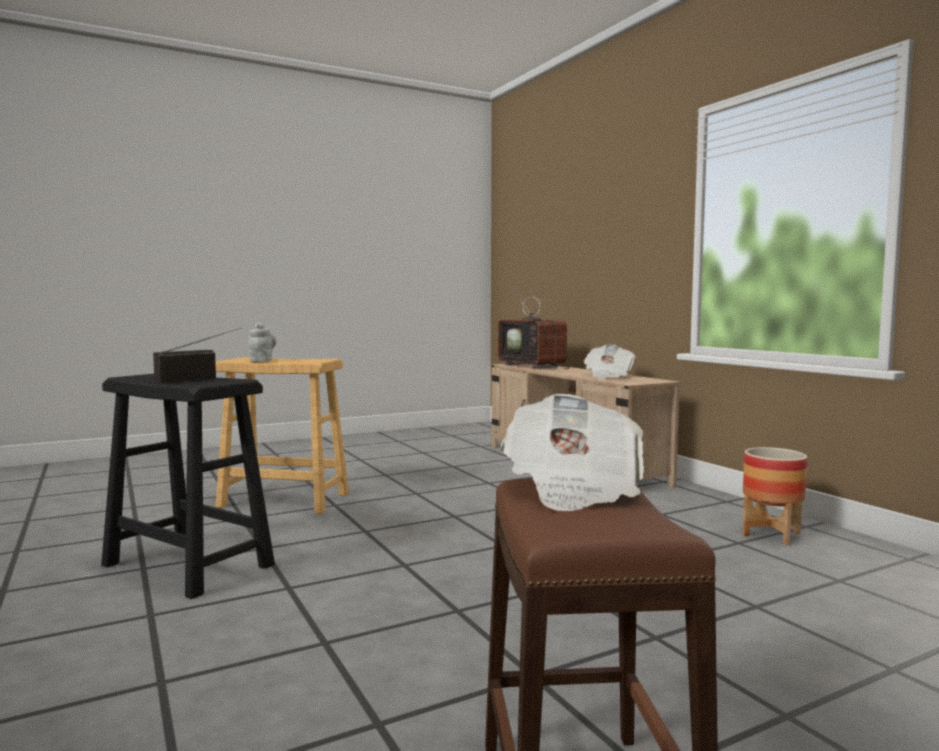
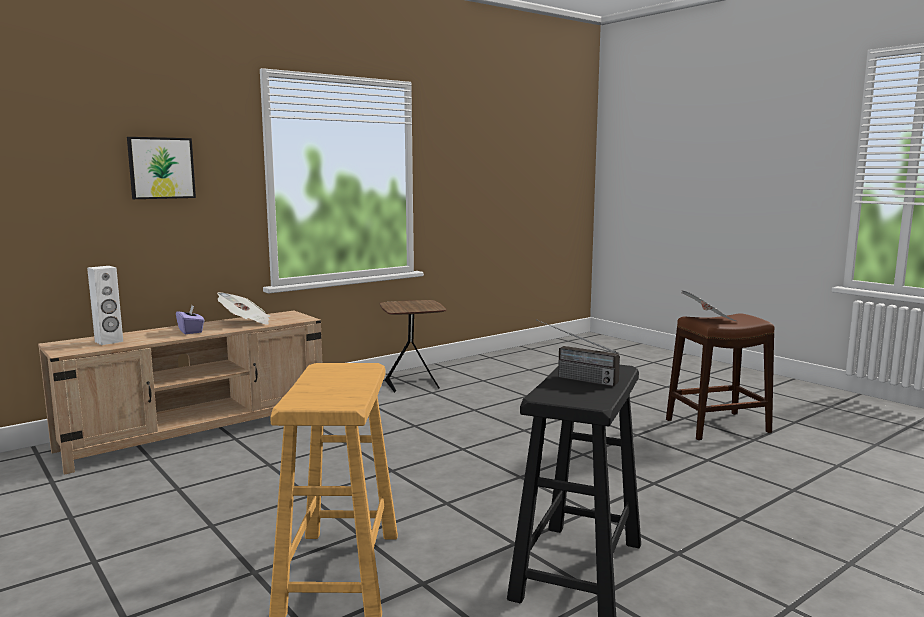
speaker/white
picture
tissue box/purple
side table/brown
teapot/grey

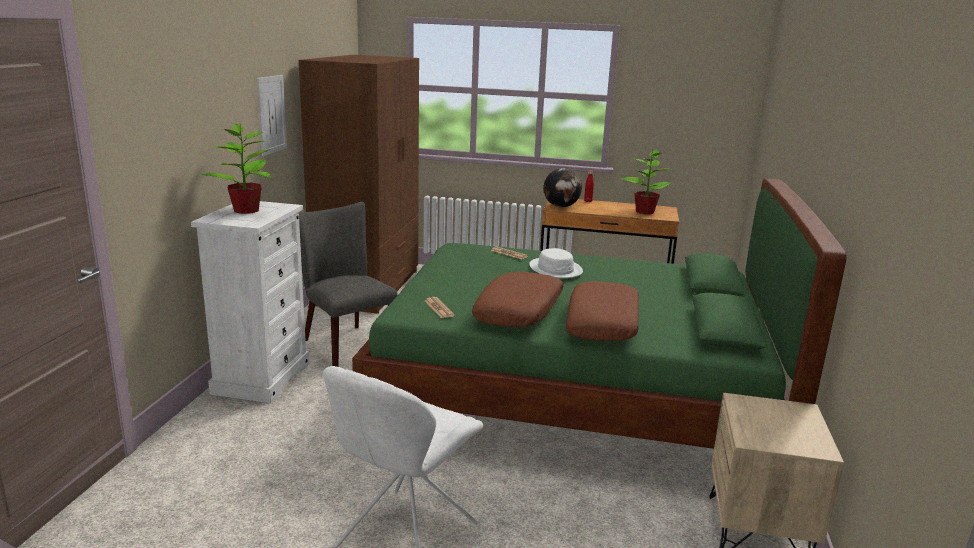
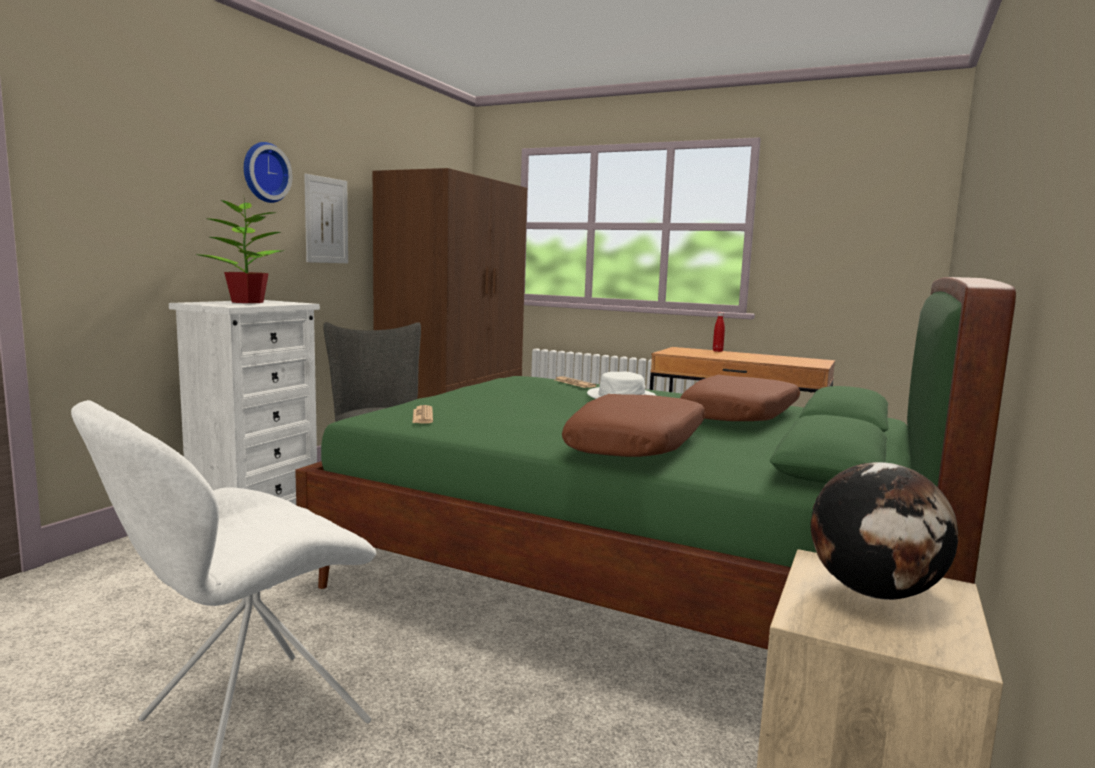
wall clock
pillow/brown (no. 2 from left)
globe
potted plant (no. 2 from left in the first image)

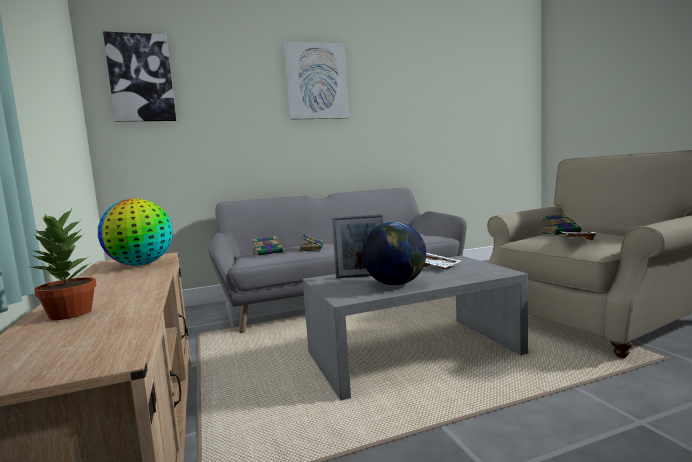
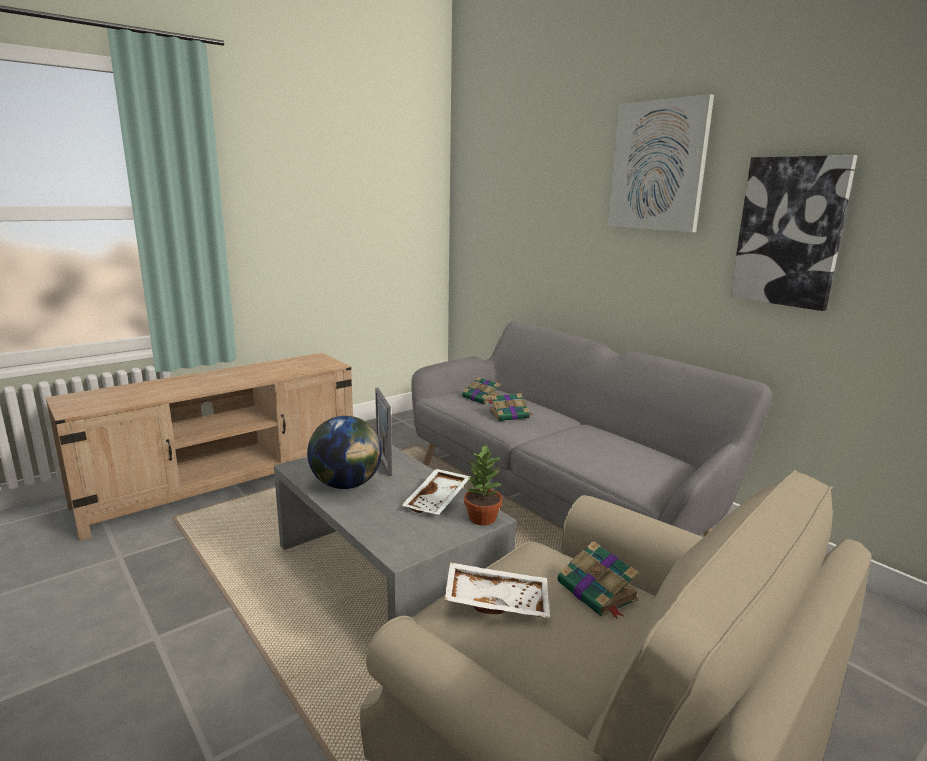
potted plant
picture (no. 2 from left)
globe (no. 1 from left in the first image)

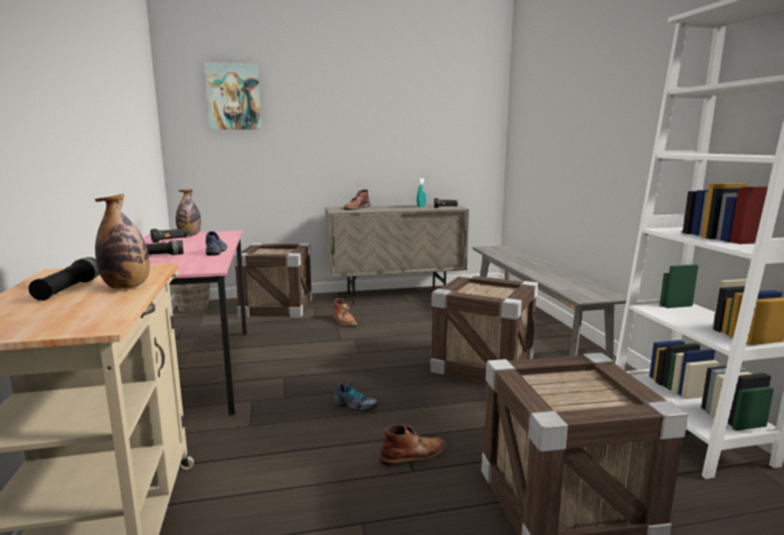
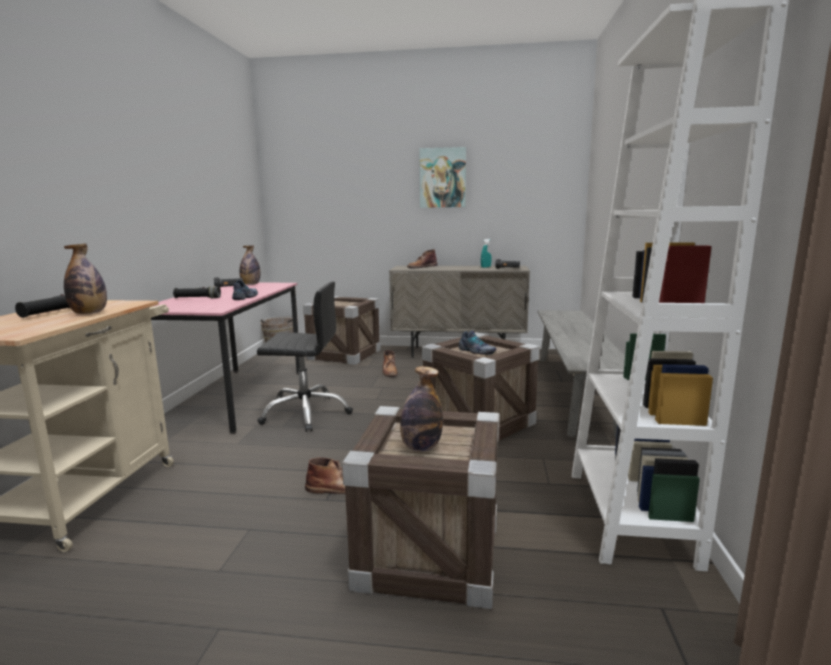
office chair/black
bottle (no. 3 from left)
picture
shoe (no. 2 from left)

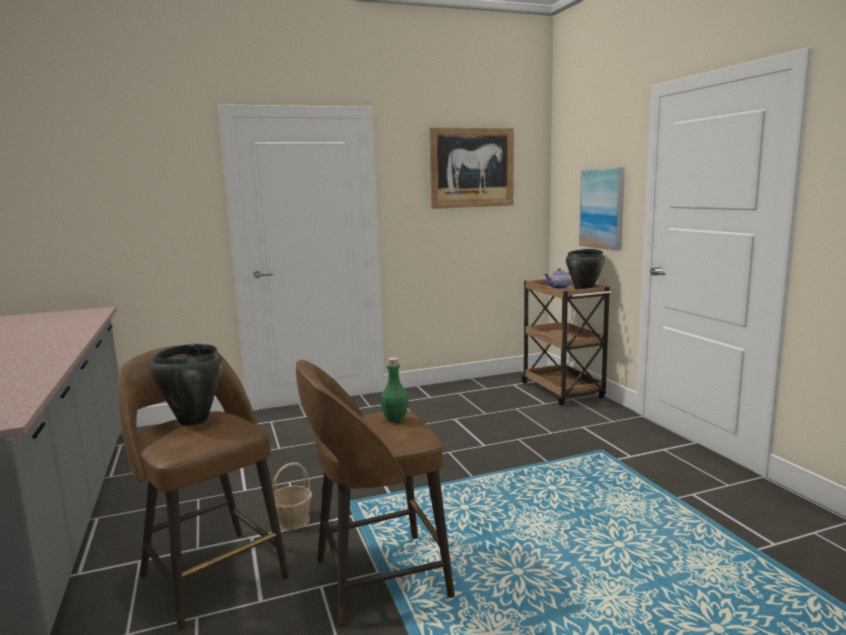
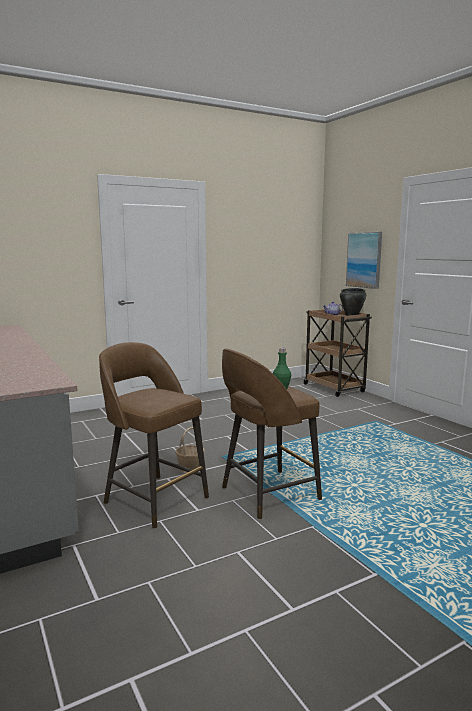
cooking pot/black (no. 1 from left in the first image)
picture (no. 1 from left in the first image)

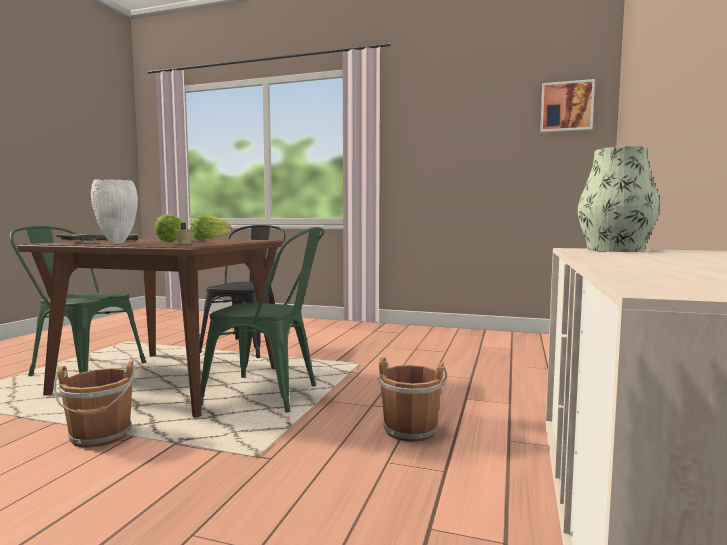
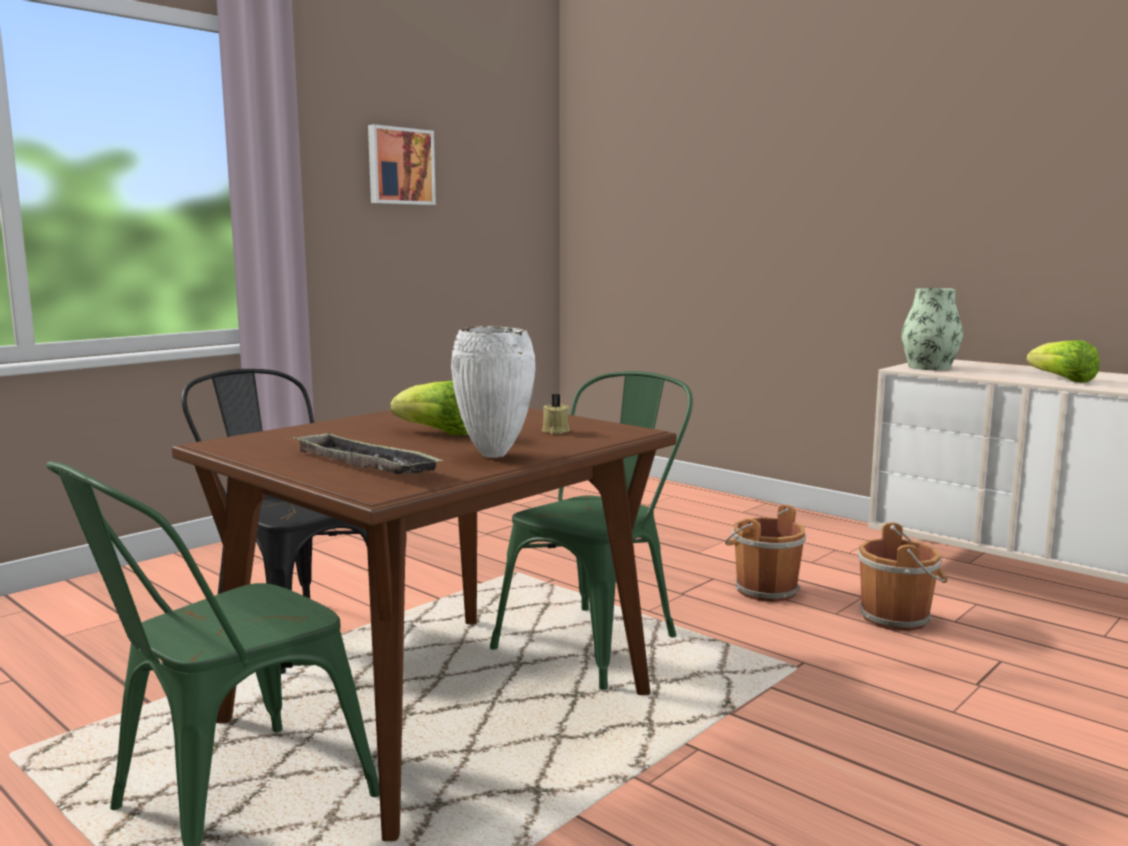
picture
bucket/brown (no. 2 from left)
lettuce (no. 2 from left)

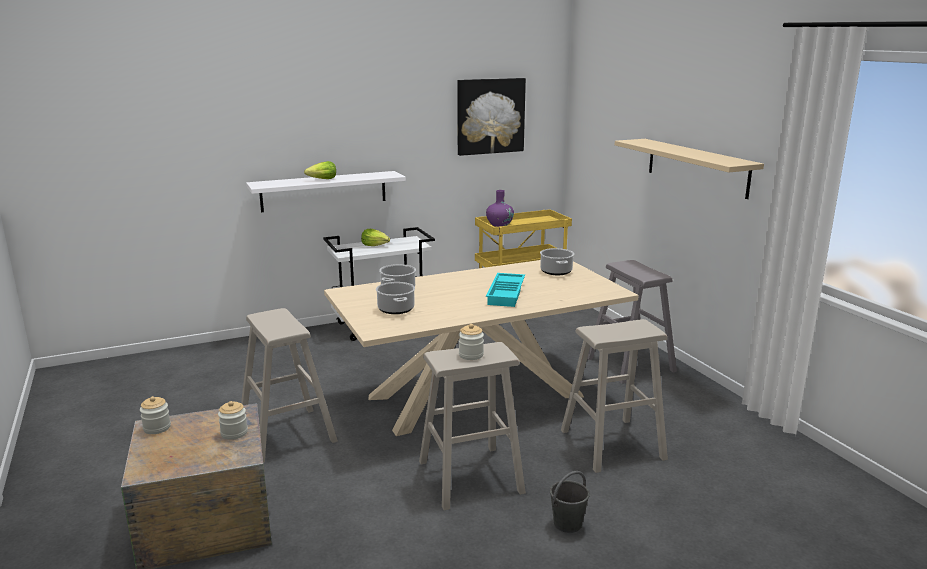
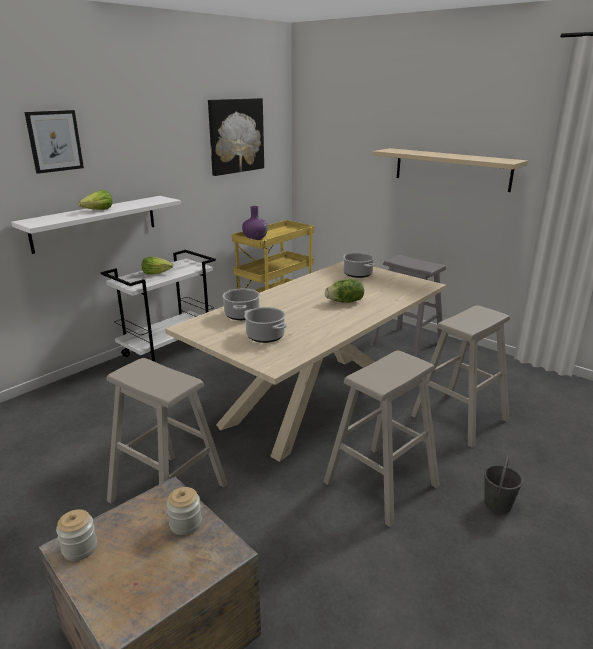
picture (no. 1 from left)
lettuce (no. 3 from left)
jar (no. 3 from left in the first image)

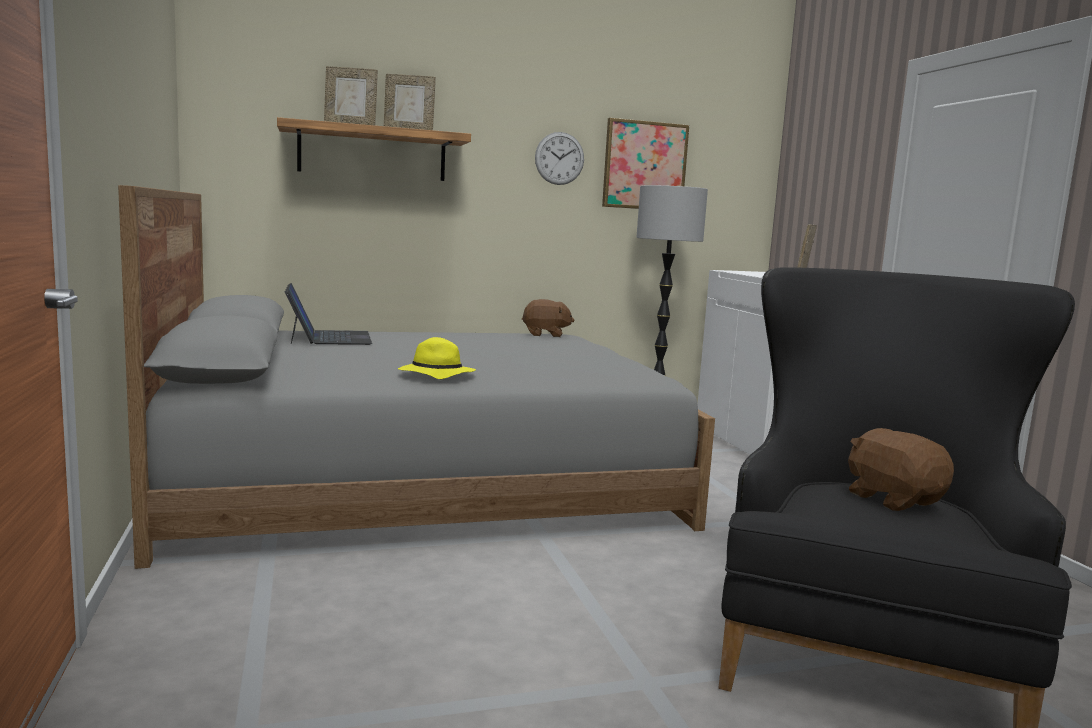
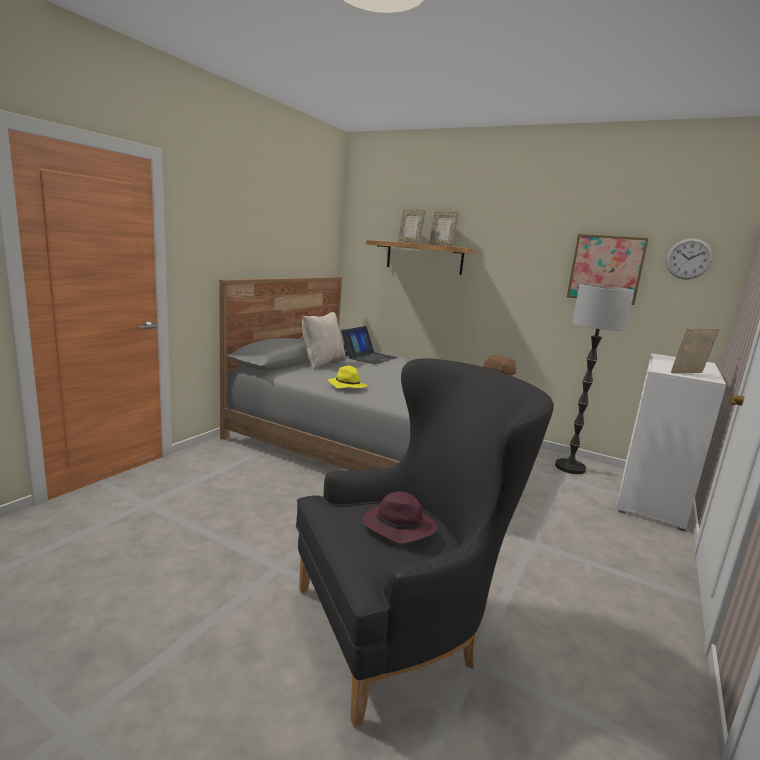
pillow/beige
hat/purple
wall clock

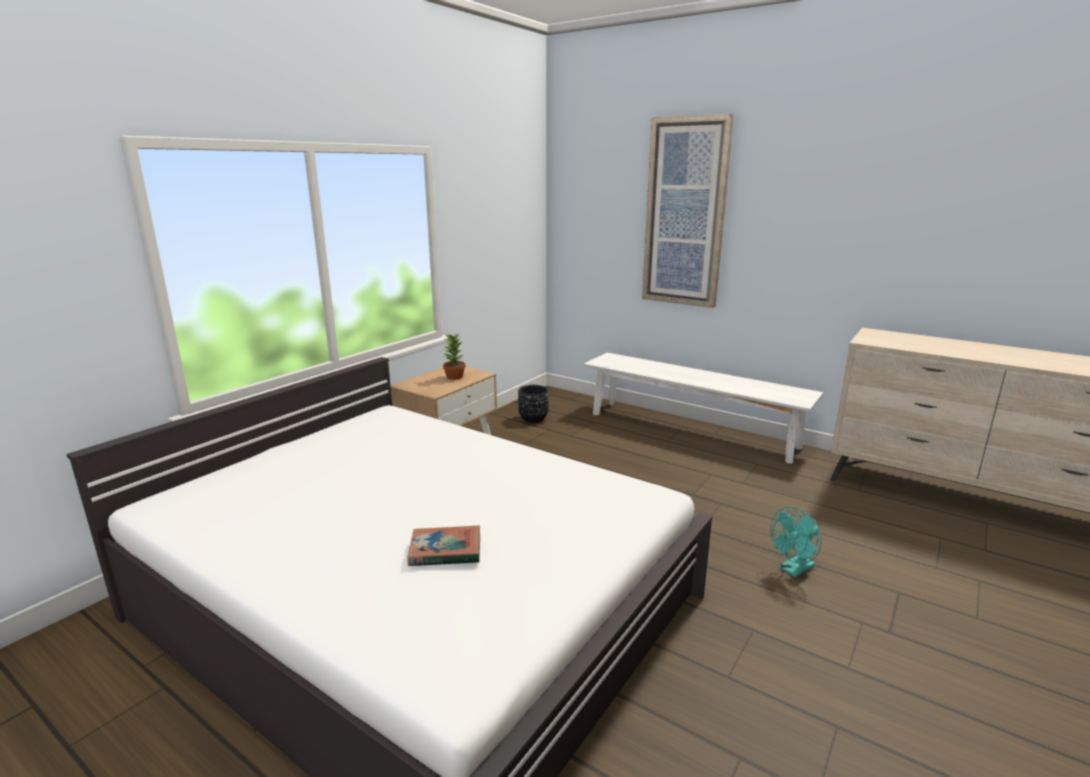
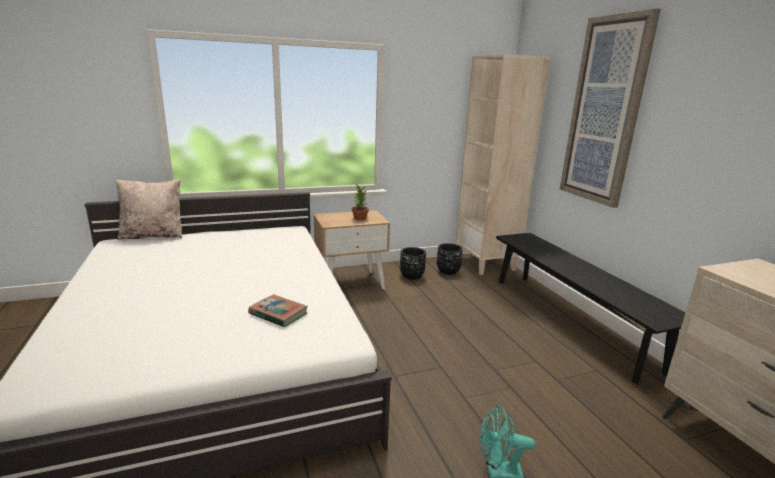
pillow/beige
book
planter/black (no. 1 from left)
bookcase/beige
bench/black

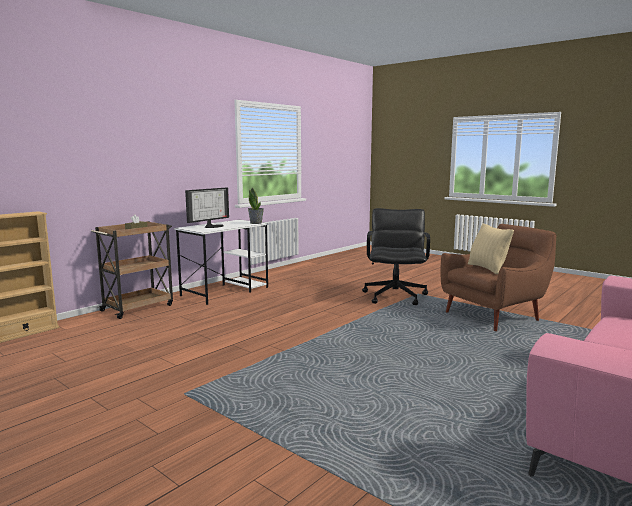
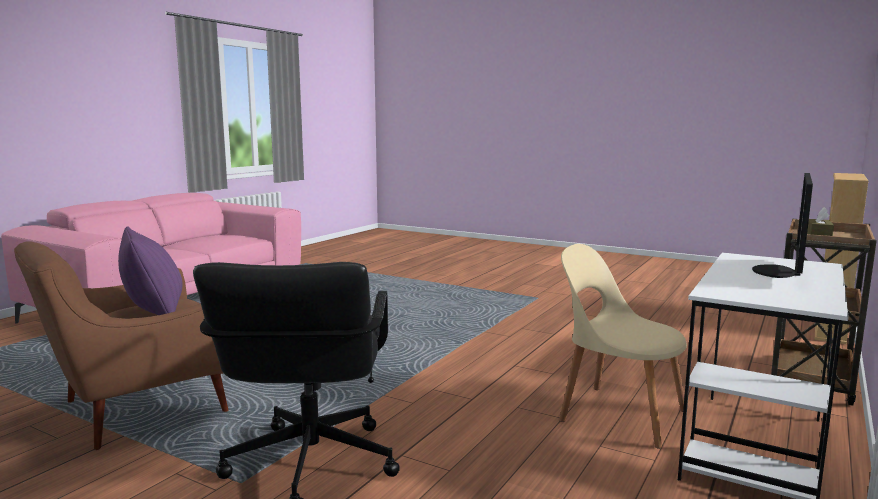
pillow/purple
chair/beige
potted plant

